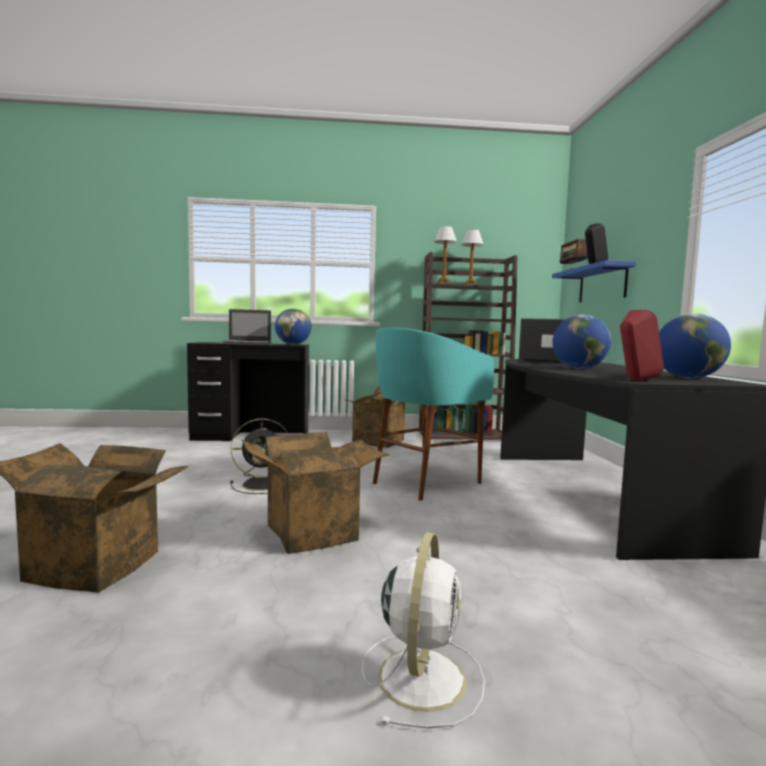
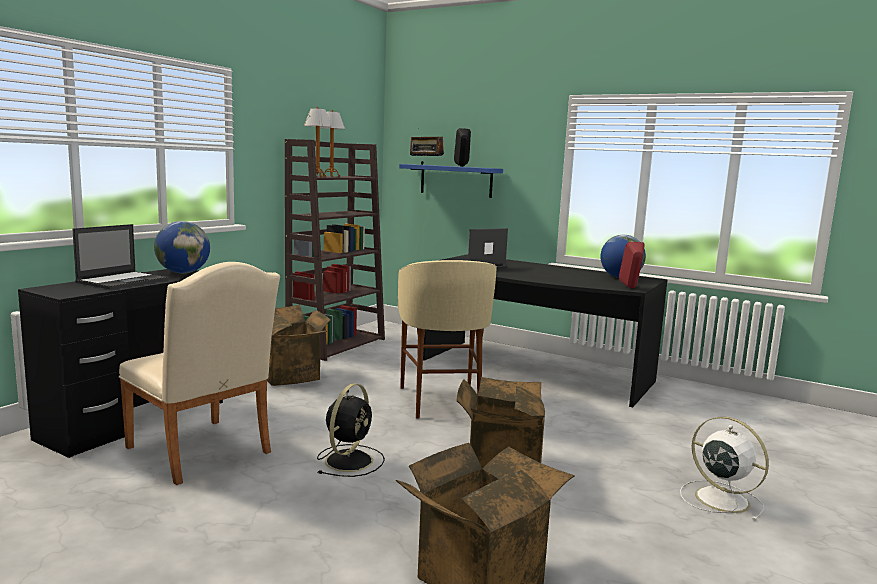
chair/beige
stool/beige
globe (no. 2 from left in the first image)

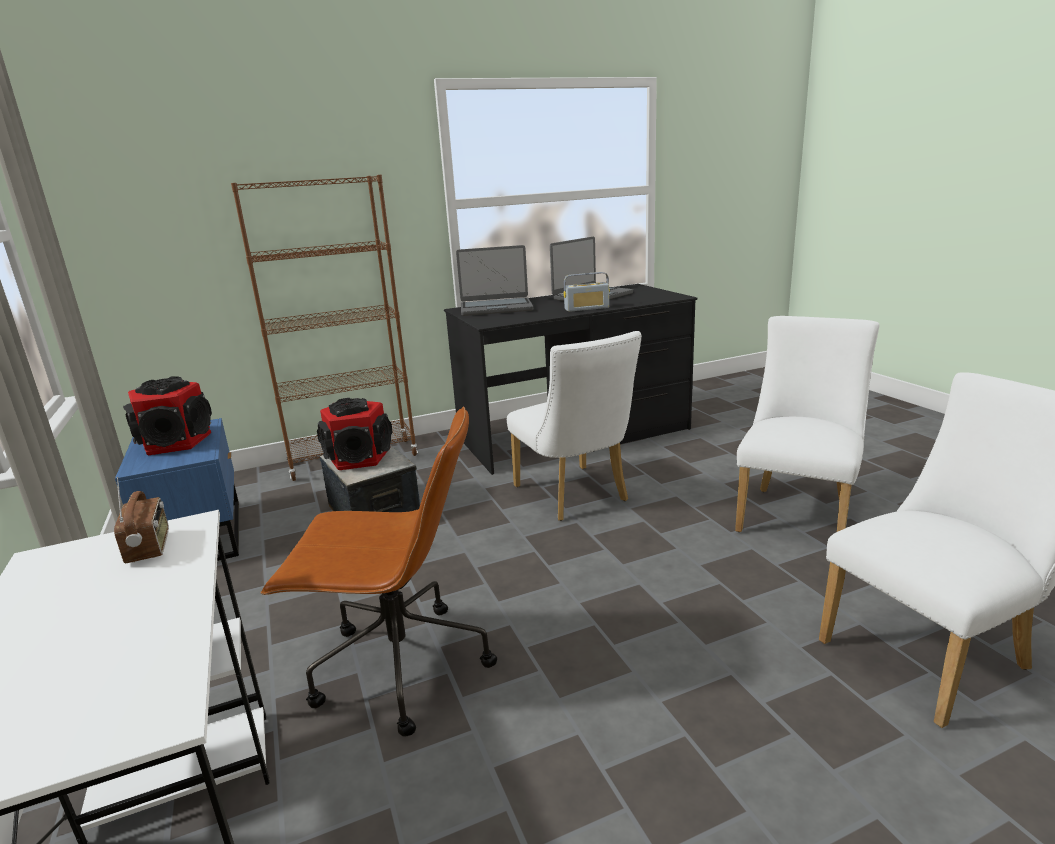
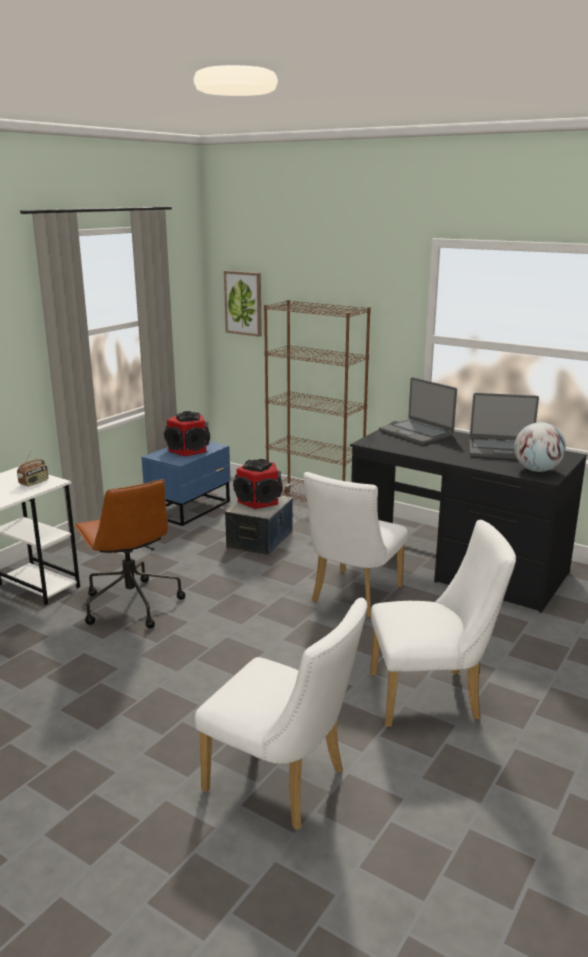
picture
globe
radio (no. 2 from left in the first image)

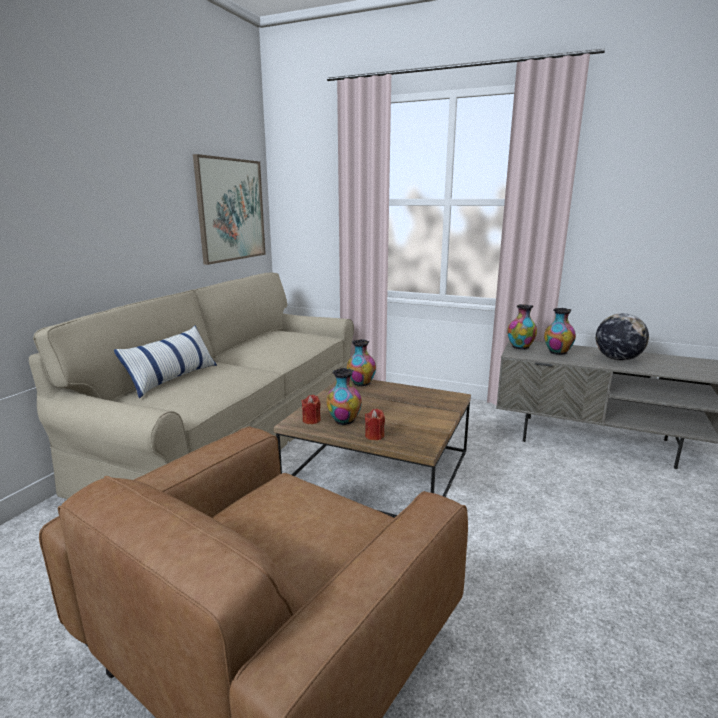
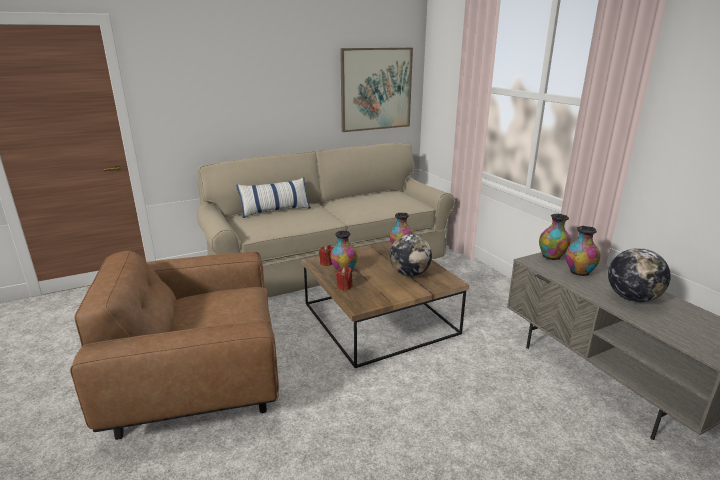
globe (no. 1 from left)

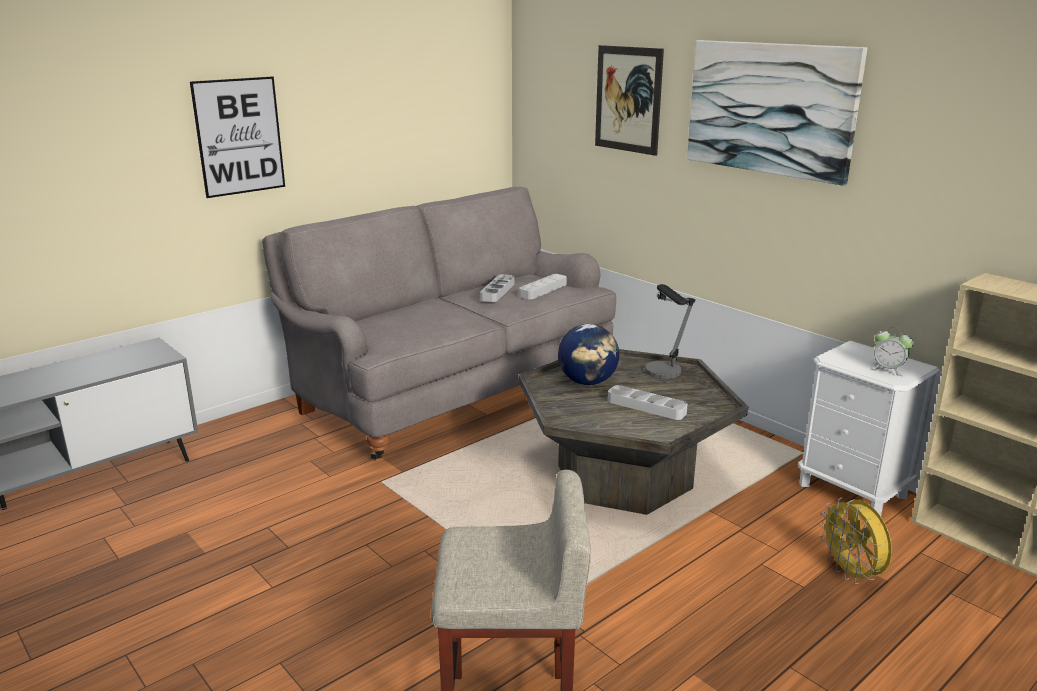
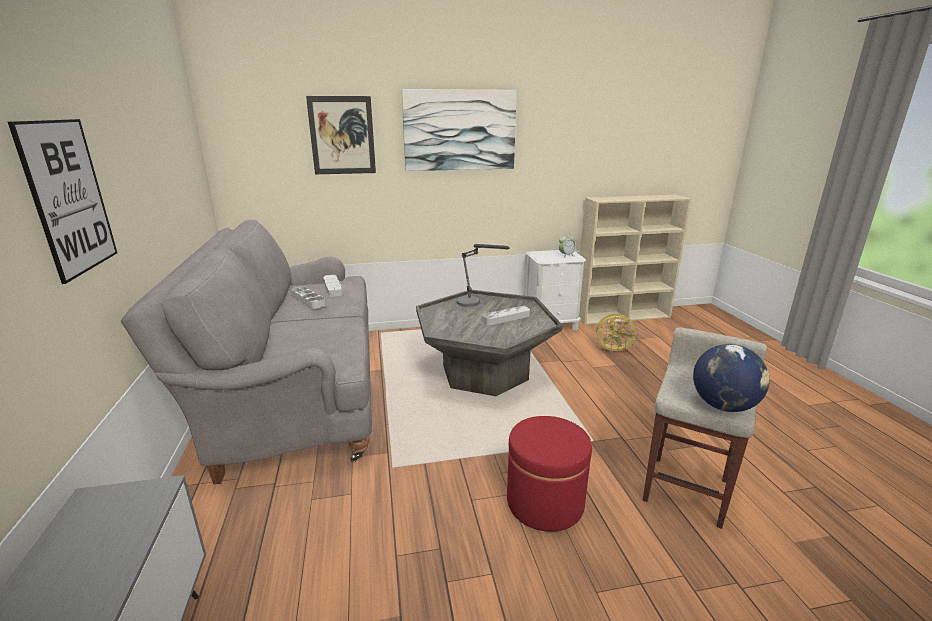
ottoman/red
globe

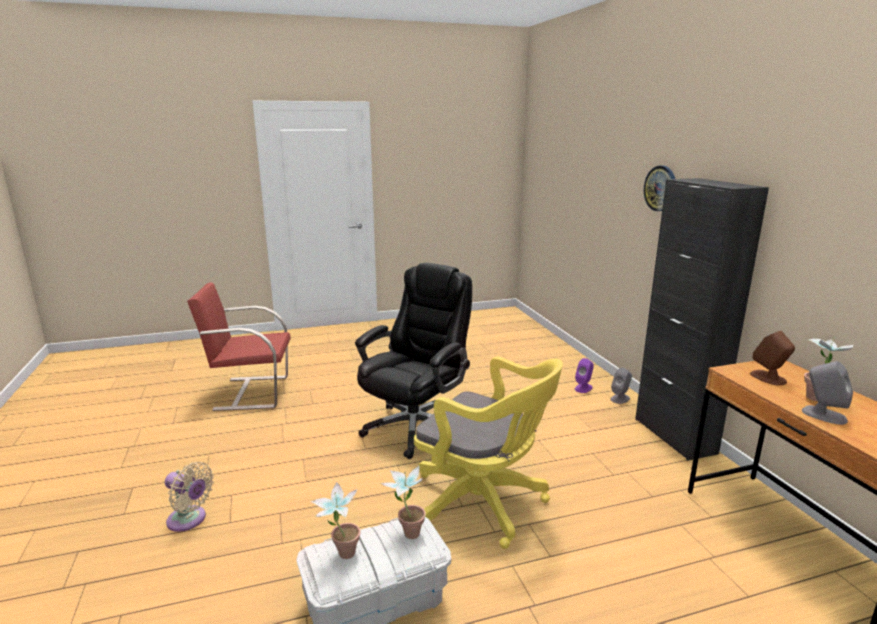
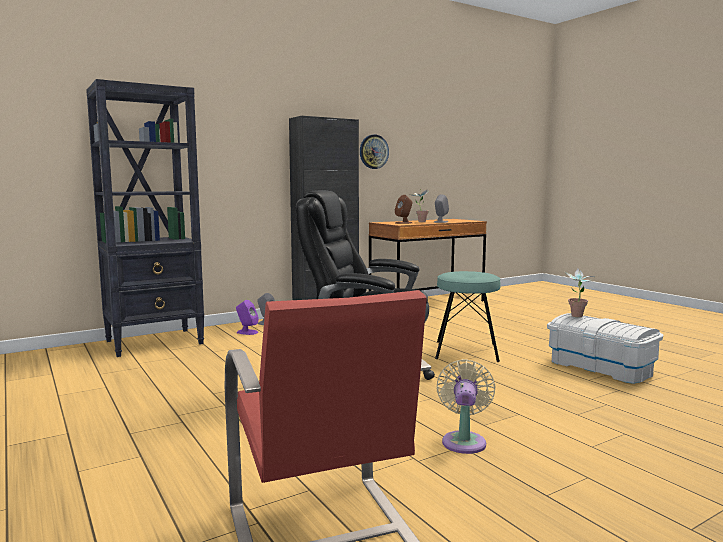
bookcase/black
wall clock
stool/turquoise
fan/beige
potted plant (no. 1 from left in the first image)

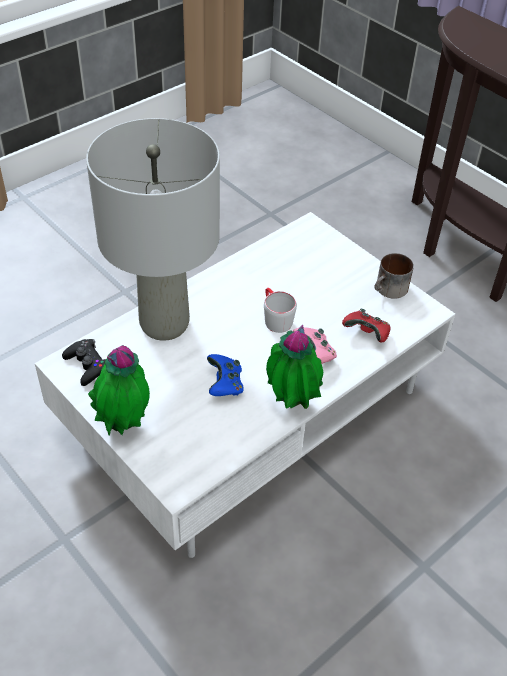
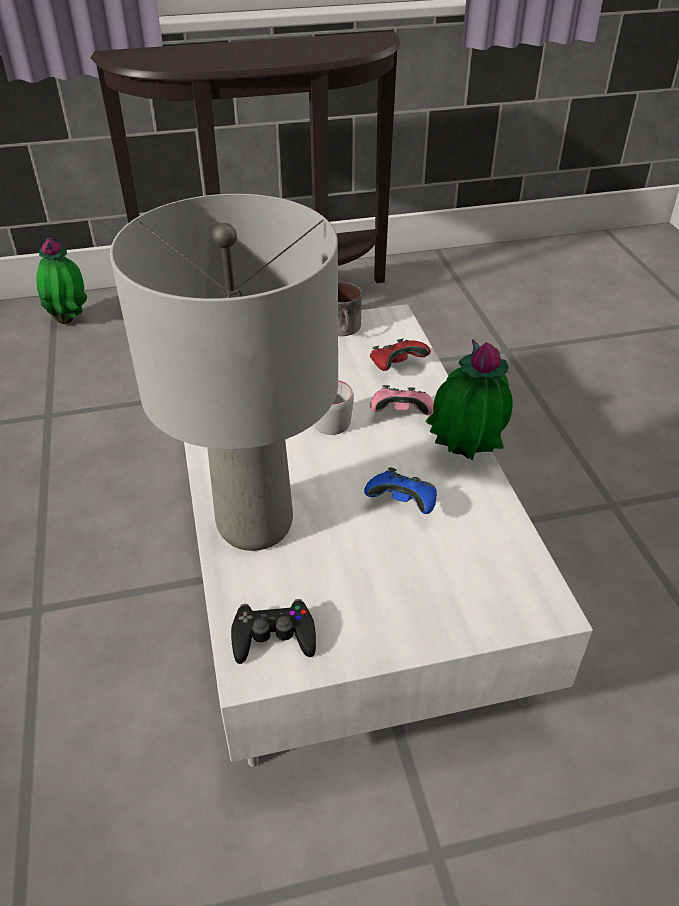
potted plant (no. 1 from left)

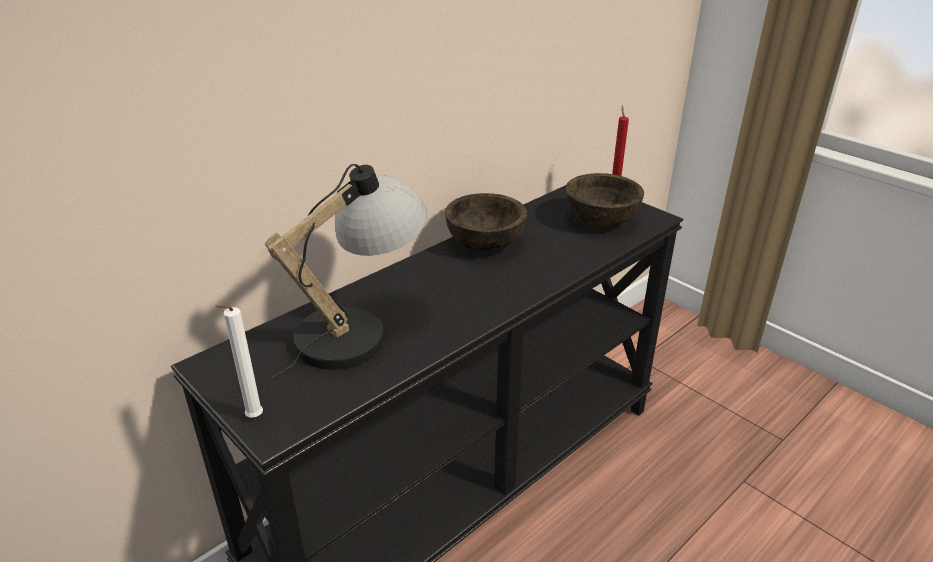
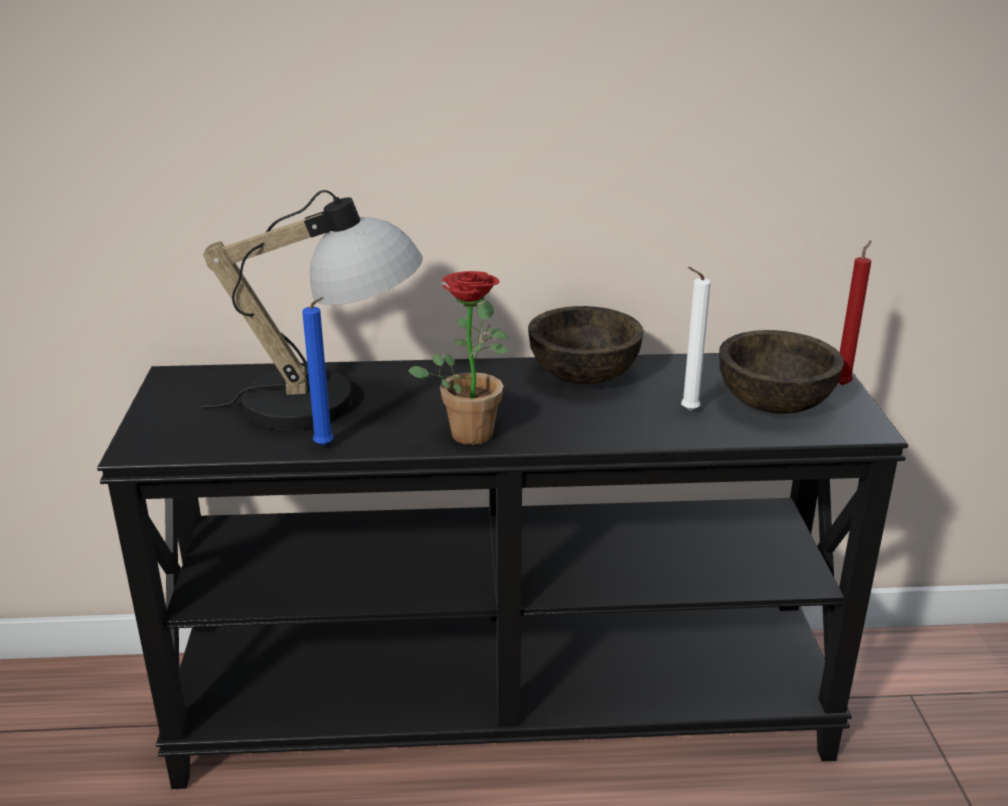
candle/blue
potted plant
candle/white

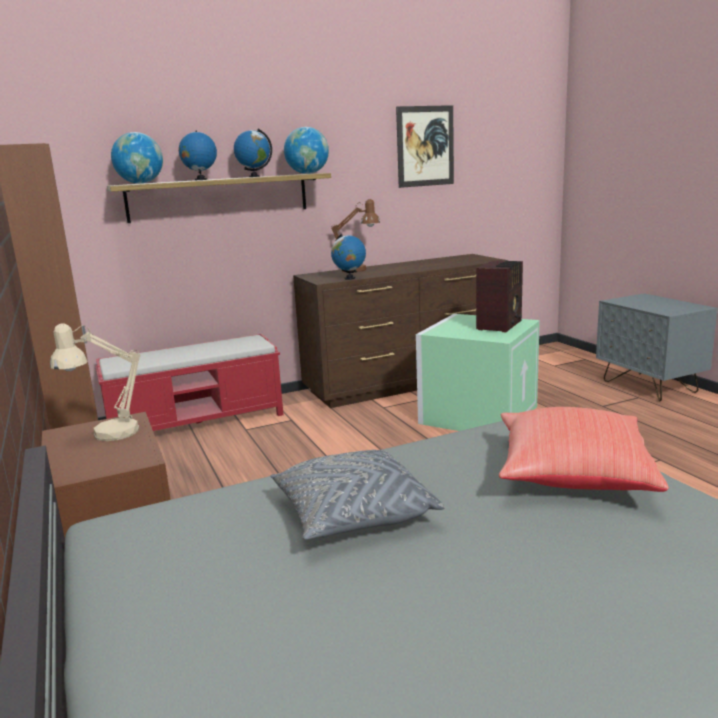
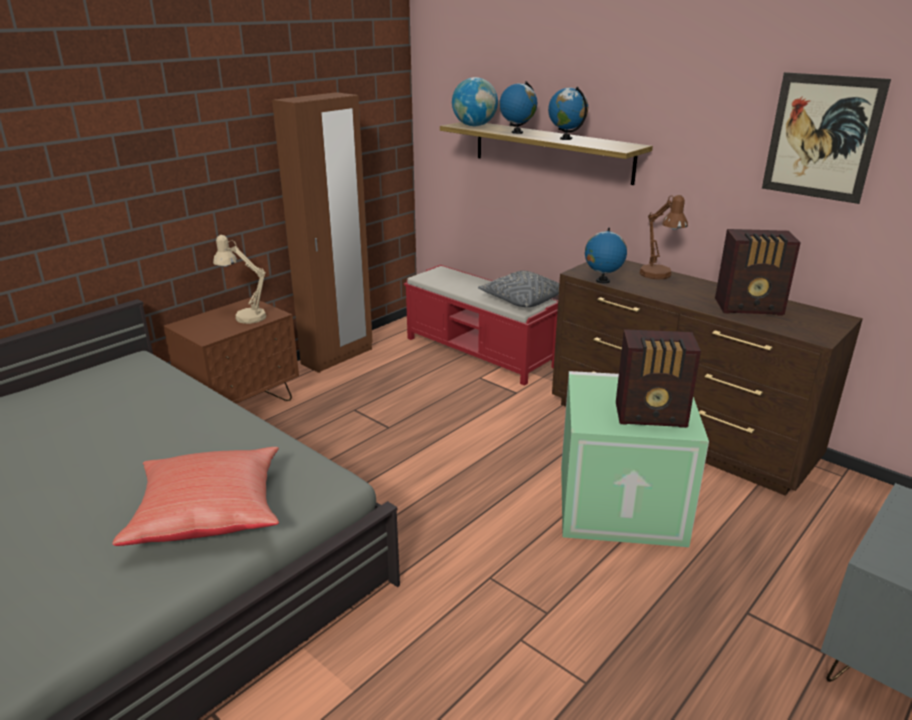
pillow/grey
radio (no. 2 from left)
globe (no. 4 from left in the first image)

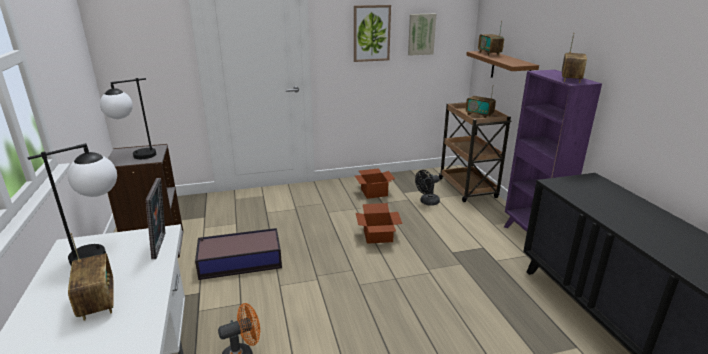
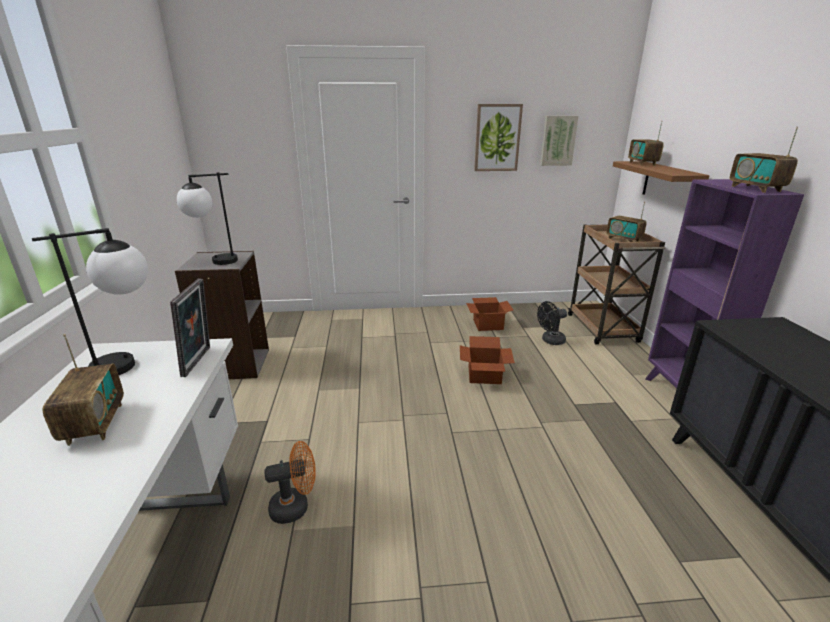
radio (no. 4 from left)
storage box

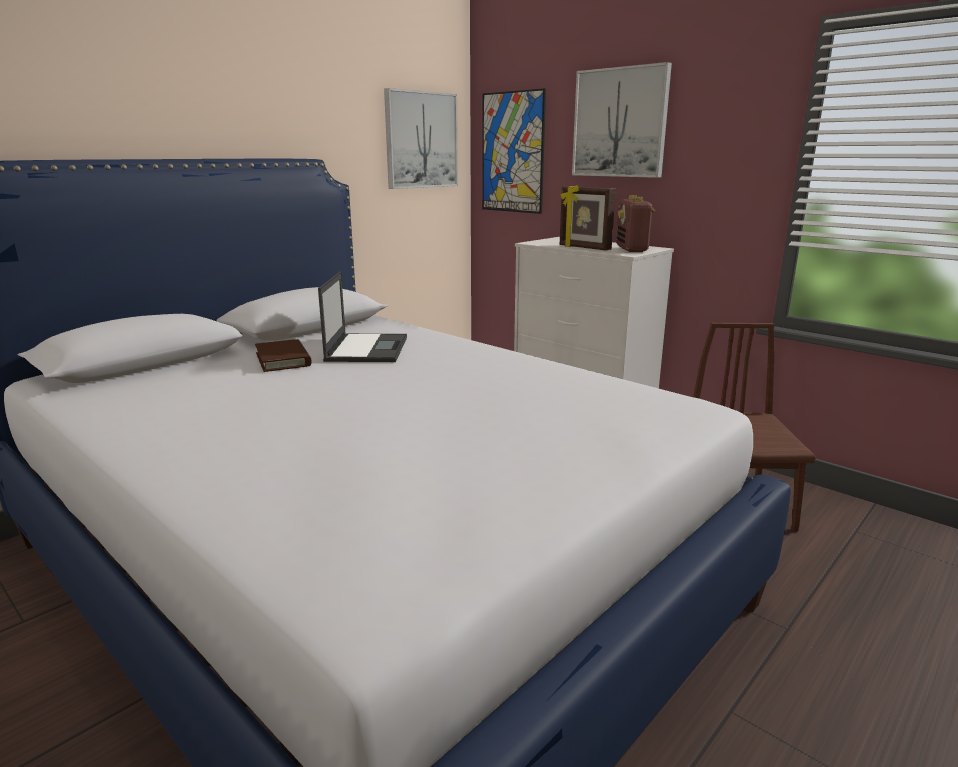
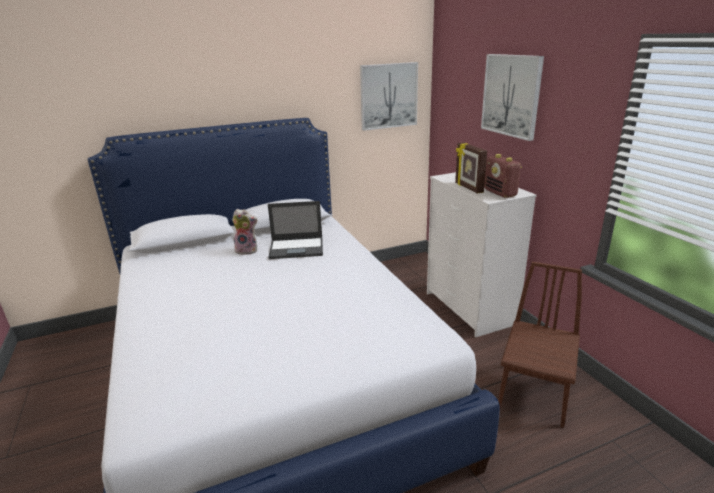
plush toy
laptop
radio
picture (no. 2 from left in the first image)

